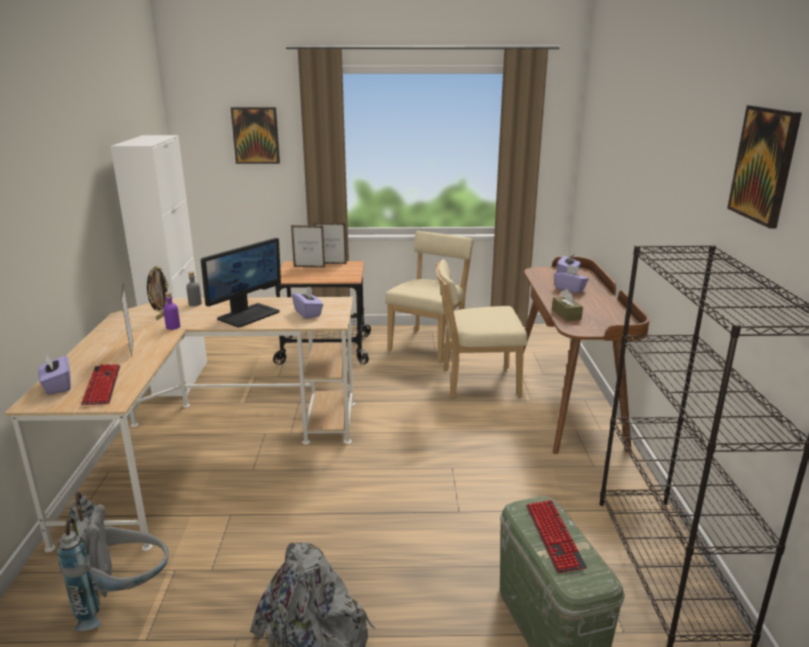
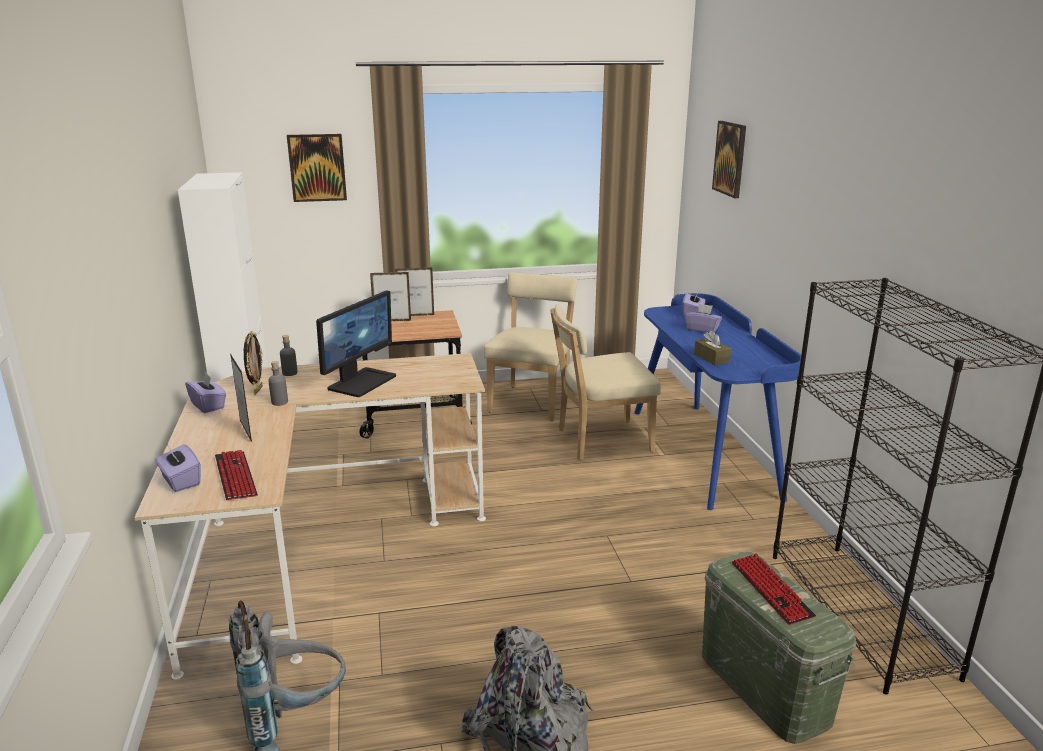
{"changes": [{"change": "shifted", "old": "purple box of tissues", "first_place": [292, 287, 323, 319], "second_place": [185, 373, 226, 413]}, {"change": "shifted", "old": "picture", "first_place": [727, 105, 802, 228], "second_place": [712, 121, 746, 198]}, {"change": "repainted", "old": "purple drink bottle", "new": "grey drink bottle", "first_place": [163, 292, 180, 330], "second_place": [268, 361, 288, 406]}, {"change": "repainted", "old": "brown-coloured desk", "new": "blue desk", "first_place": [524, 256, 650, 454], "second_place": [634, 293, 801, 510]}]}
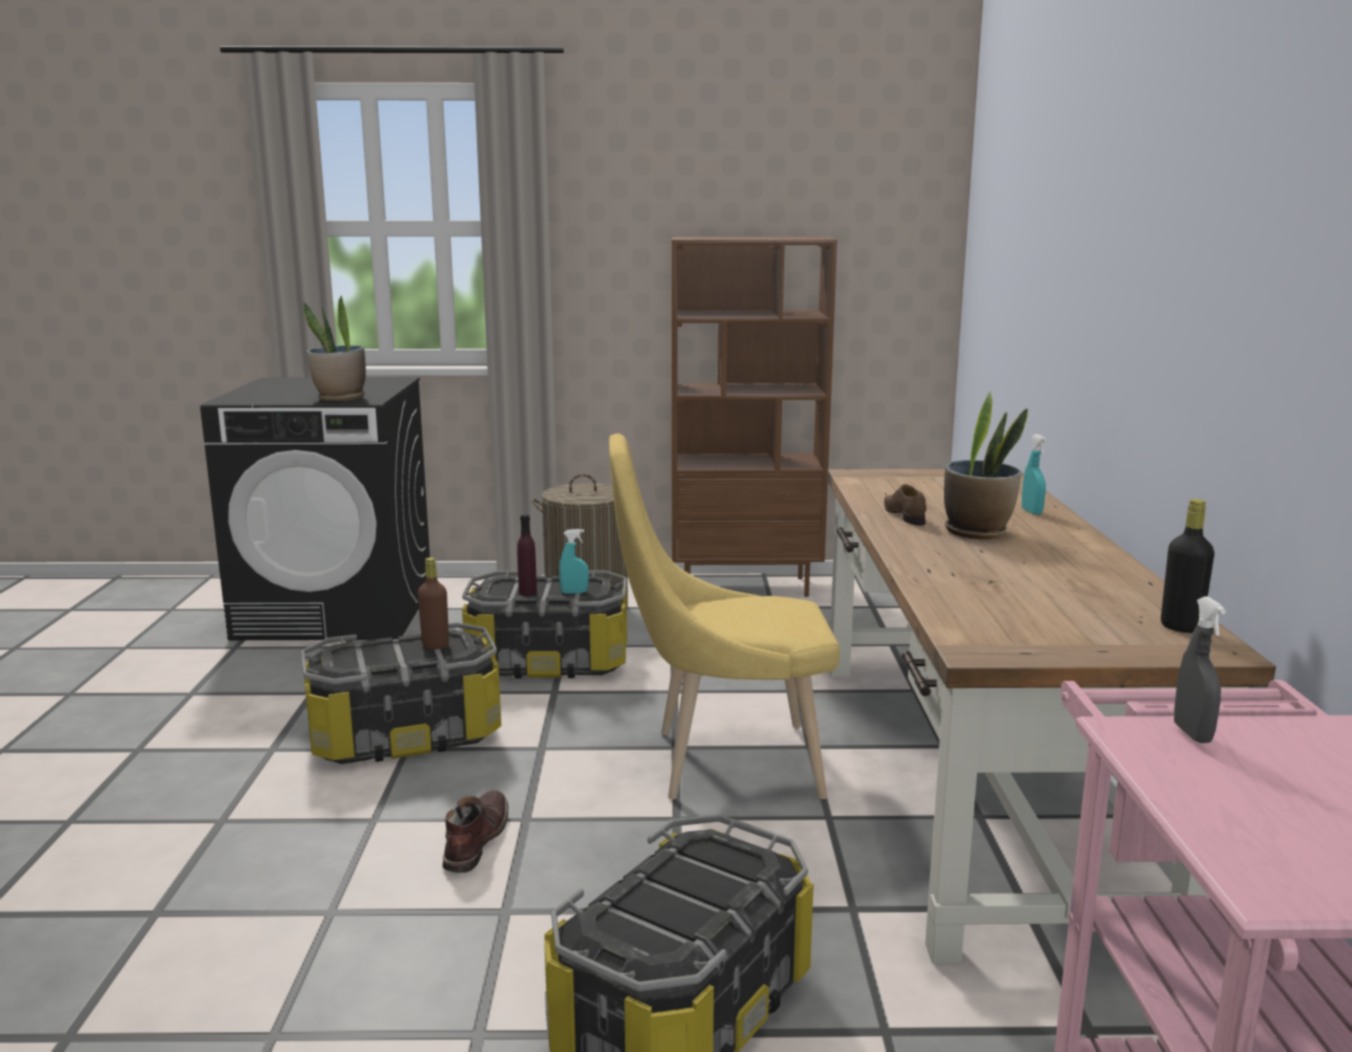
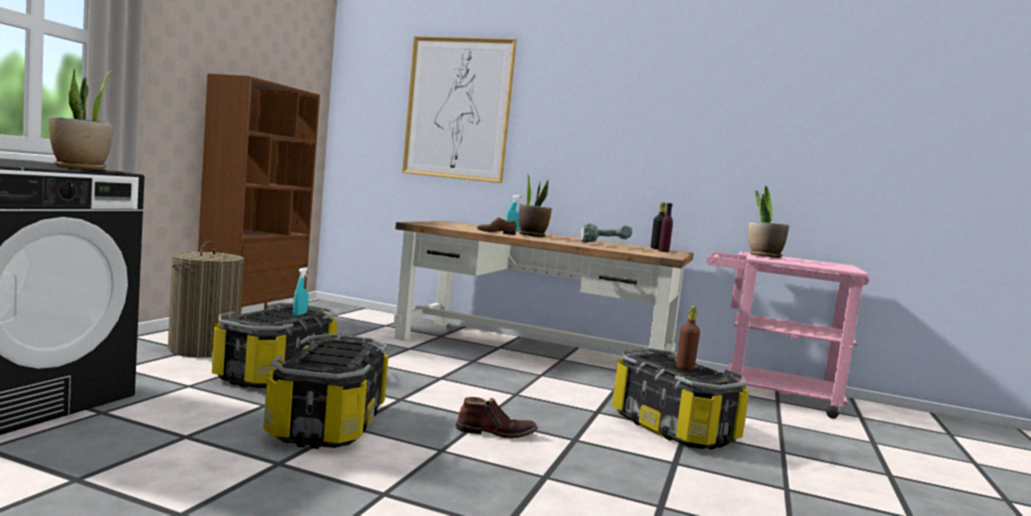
{"changes": [{"change": "gone", "old": "yellow-coloured plain chair", "first_place": [609, 433, 840, 800]}, {"change": "new", "new": "picture", "second_place": [402, 36, 517, 183]}, {"change": "new", "new": "drill", "second_place": [580, 223, 632, 243]}, {"change": "shifted", "old": "brown-coloured drink bottle", "first_place": [418, 557, 449, 649], "second_place": [676, 306, 700, 371]}, {"change": "shifted", "old": "purple drink bottle", "first_place": [517, 514, 537, 596], "second_place": [658, 203, 673, 252]}, {"change": "swapped", "old": "grey sprayer", "new": "houseplant", "first_place": [1174, 596, 1226, 743], "second_place": [748, 185, 789, 258]}, {"change": "rotated", "old": "brown-coloured tall boot", "first_place": [442, 790, 508, 873], "second_place": [456, 397, 538, 438], "degrees": 150}]}
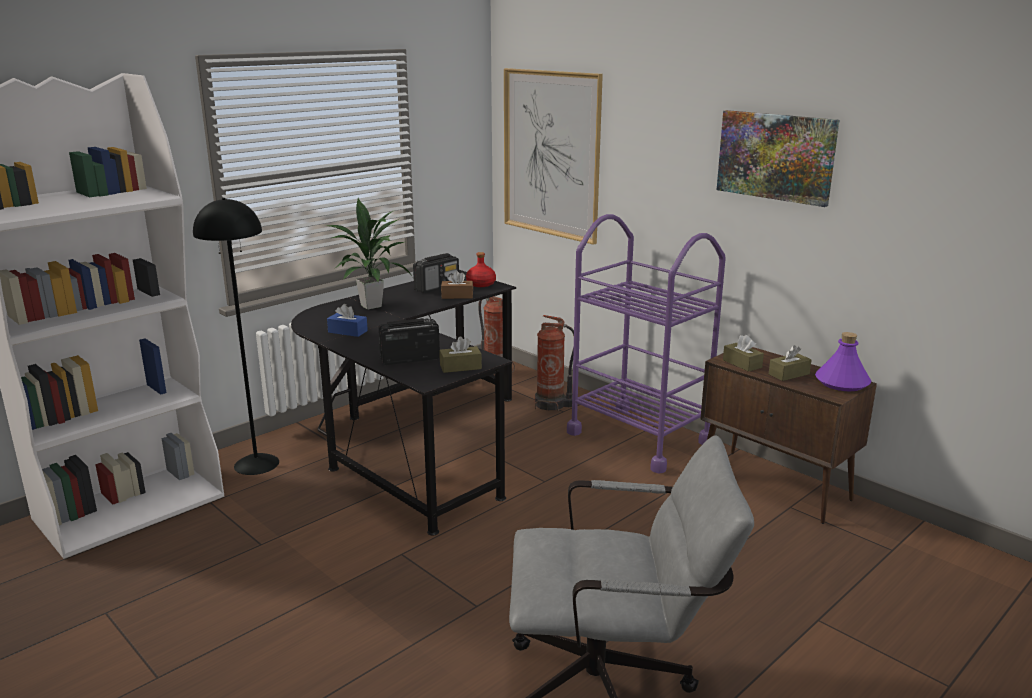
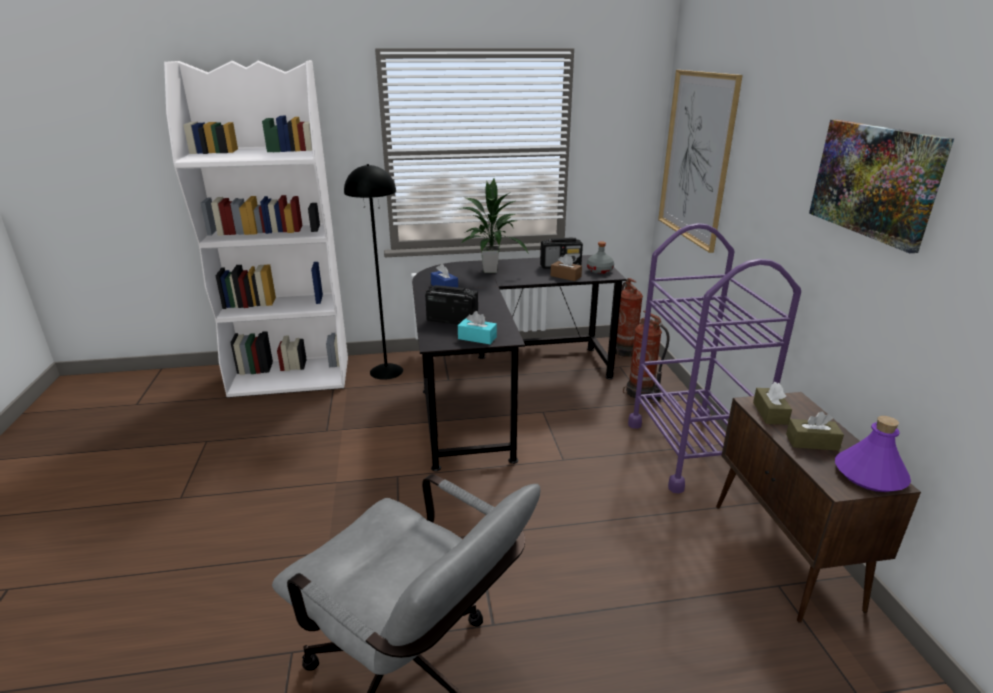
{"changes": [{"change": "repainted", "old": "brown-coloured box of tissues", "new": "blue-green box of tissues", "first_place": [439, 337, 482, 373], "second_place": [458, 311, 497, 344]}, {"change": "repainted", "old": "red-coloured drink bottle", "new": "grey drink bottle", "first_place": [466, 252, 496, 287], "second_place": [587, 241, 614, 274]}]}
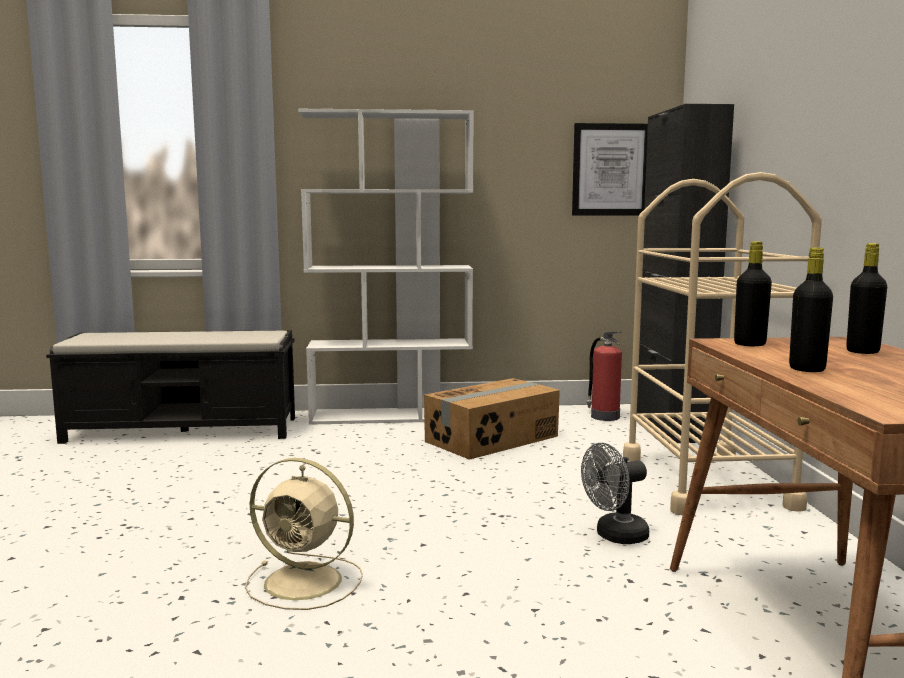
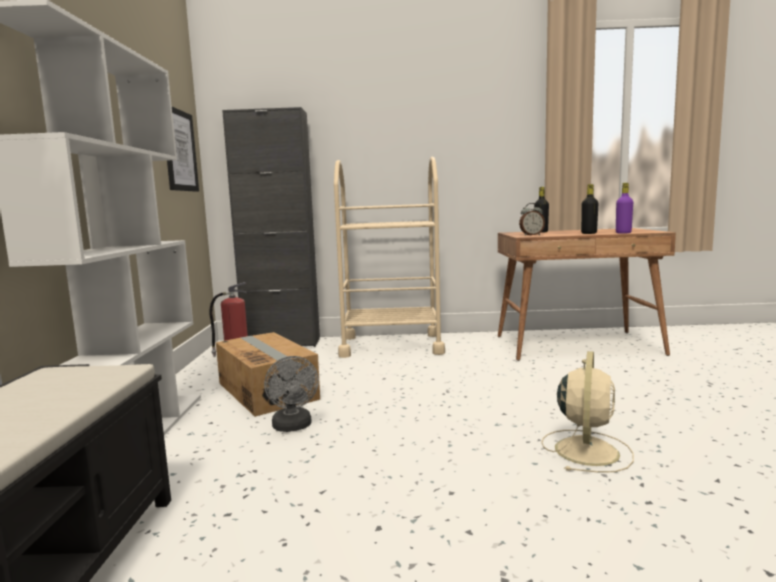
{"changes": [{"change": "new", "new": "purple drink bottle", "second_place": [616, 183, 633, 234]}, {"change": "shifted", "old": "grey electric fan", "first_place": [581, 443, 649, 544], "second_place": [264, 356, 319, 432]}, {"change": "swapped", "old": "black-coloured drink bottle", "new": "table clock", "first_place": [734, 241, 772, 346], "second_place": [519, 203, 545, 236]}]}
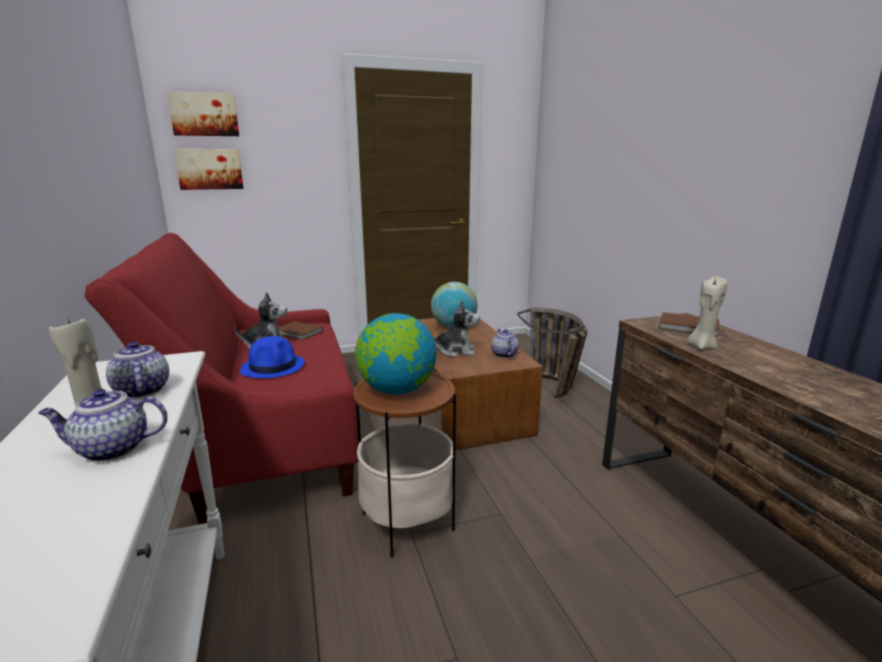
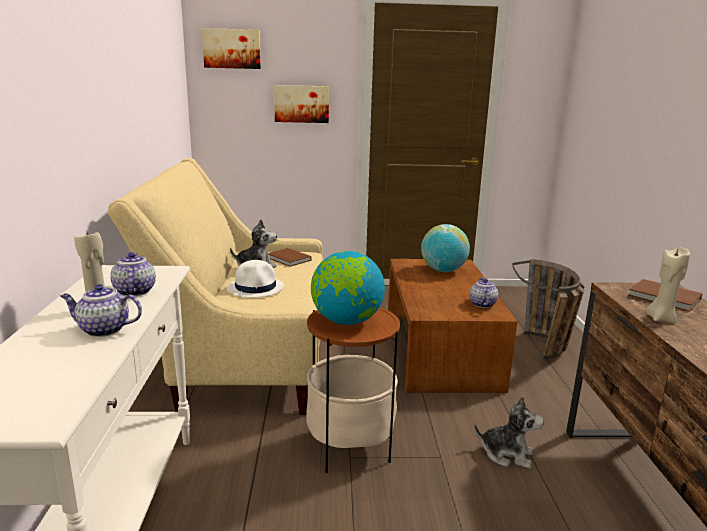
{"changes": [{"change": "shifted", "old": "picture", "first_place": [174, 149, 244, 190], "second_place": [274, 85, 329, 123]}, {"change": "shifted", "old": "soft toy", "first_place": [433, 300, 480, 357], "second_place": [474, 396, 544, 469]}, {"change": "repainted", "old": "red-coloured couch", "new": "sand-coloured couch", "first_place": [84, 233, 359, 524], "second_place": [107, 158, 323, 415]}, {"change": "repainted", "old": "blue wearable hat", "new": "white wearable hat", "first_place": [240, 336, 305, 378], "second_place": [227, 260, 284, 297]}]}
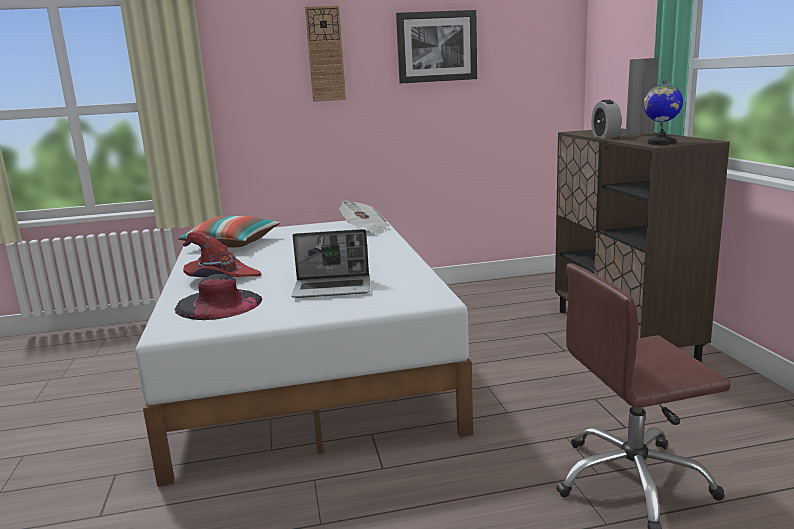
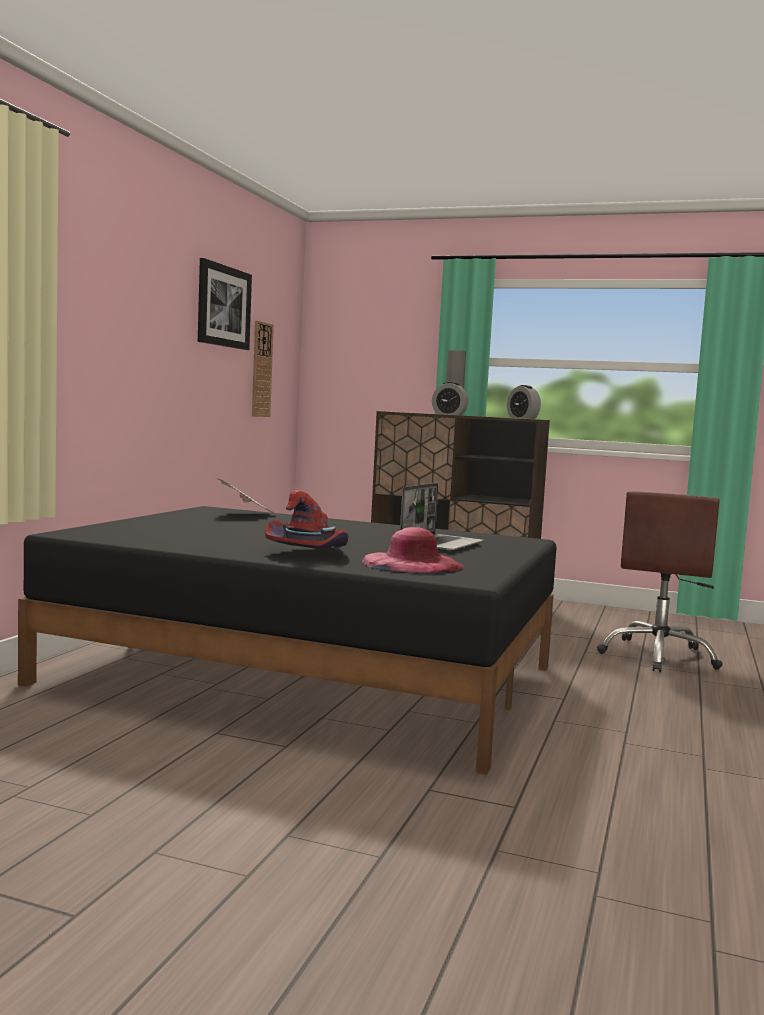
{"changes": [{"change": "gone", "old": "cushion", "first_place": [178, 216, 280, 247]}, {"change": "shifted", "old": "clock on the wall", "first_place": [305, 6, 346, 102], "second_place": [252, 321, 274, 417]}, {"change": "swapped", "old": "desk globe", "new": "table clock", "first_place": [643, 79, 683, 145], "second_place": [507, 385, 541, 419]}, {"change": "repainted", "old": "white sleeping bed", "new": "black-coloured sleeping bed", "first_place": [136, 218, 473, 487], "second_place": [18, 506, 557, 775]}, {"change": "repainted", "old": "black-coloured wearable hat", "new": "pinkish wearable hat", "first_place": [175, 274, 262, 320], "second_place": [362, 527, 464, 574]}]}
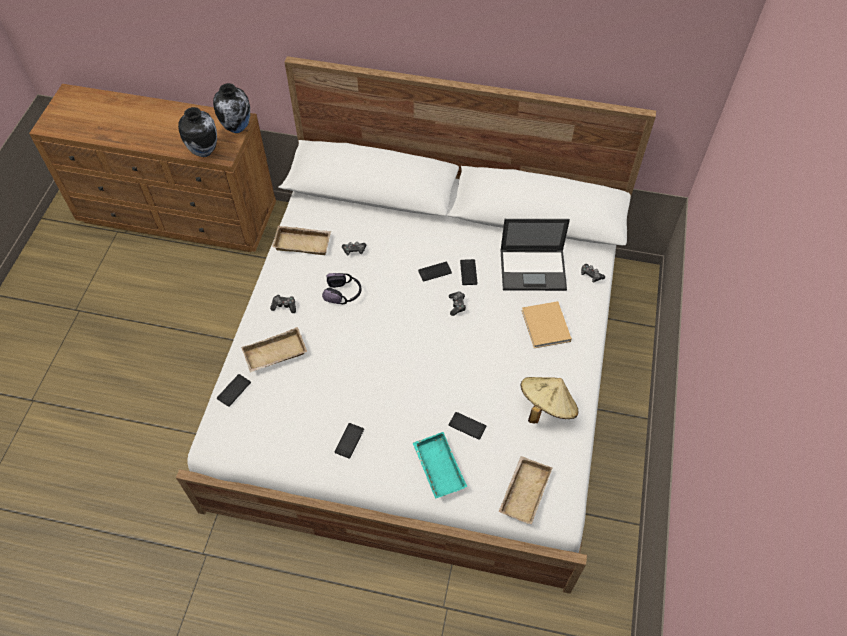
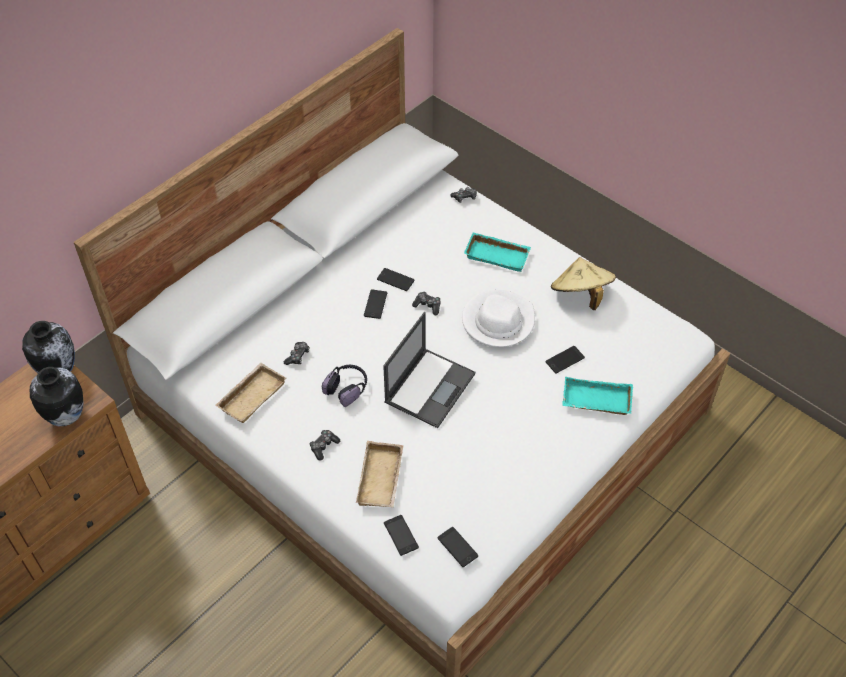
{"changes": [{"change": "gone", "old": "sand-coloured carrying tray", "first_place": [499, 456, 552, 524]}, {"change": "new", "new": "white wearable hat", "second_place": [462, 290, 535, 347]}, {"change": "shifted", "old": "phone", "first_place": [334, 423, 364, 458], "second_place": [437, 527, 478, 567]}, {"change": "shifted", "old": "notebook computer", "first_place": [501, 219, 570, 291], "second_place": [383, 312, 475, 428]}, {"change": "swapped", "old": "sand-coloured book", "new": "blue-green carrying tray", "first_place": [522, 301, 572, 348], "second_place": [464, 232, 531, 272]}]}
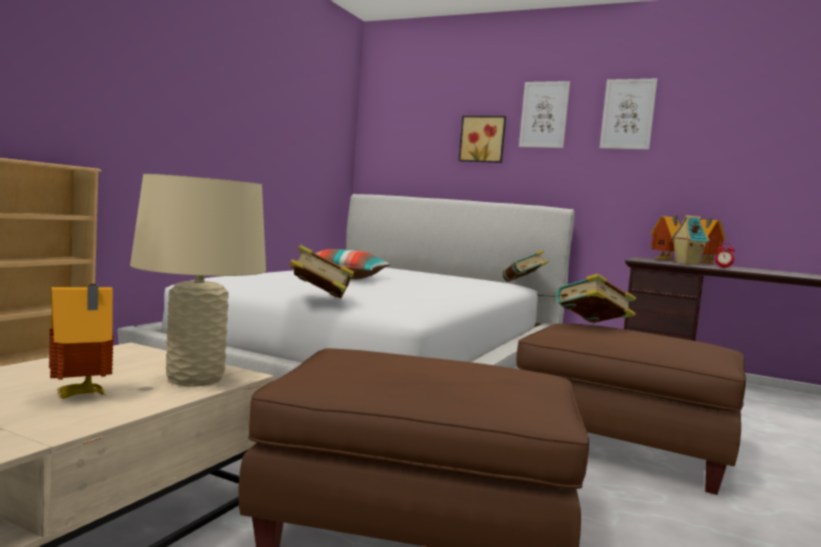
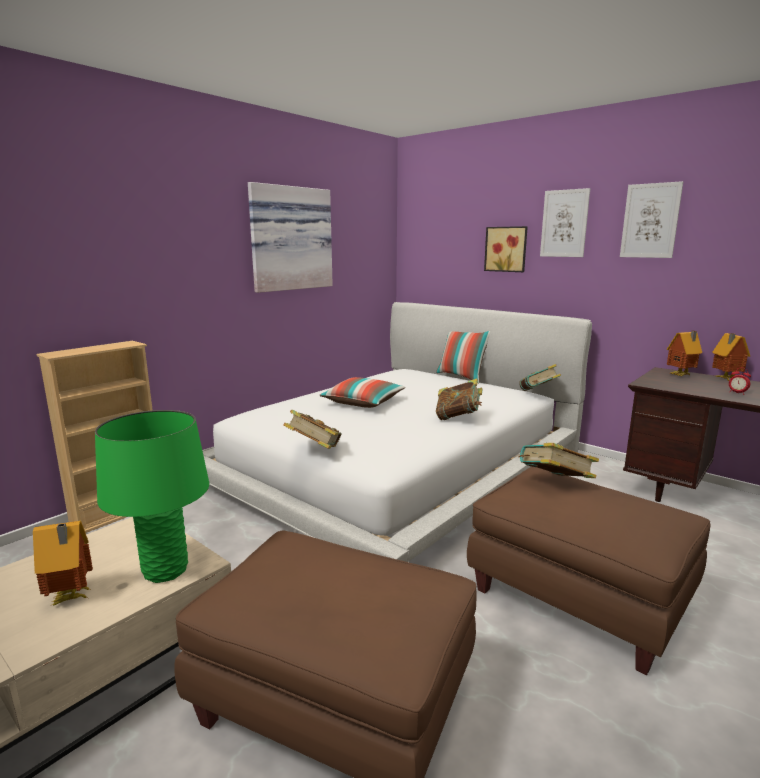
{"changes": [{"change": "gone", "old": "model house", "first_place": [671, 215, 710, 265]}, {"change": "new", "new": "picture", "second_place": [248, 182, 333, 293]}, {"change": "new", "new": "cushion", "second_place": [436, 331, 490, 383]}, {"change": "new", "new": "book", "second_place": [436, 378, 483, 420]}, {"change": "repainted", "old": "sand-coloured lamp for a table", "new": "green lamp for a table", "first_place": [130, 174, 266, 386], "second_place": [95, 410, 209, 583]}]}
